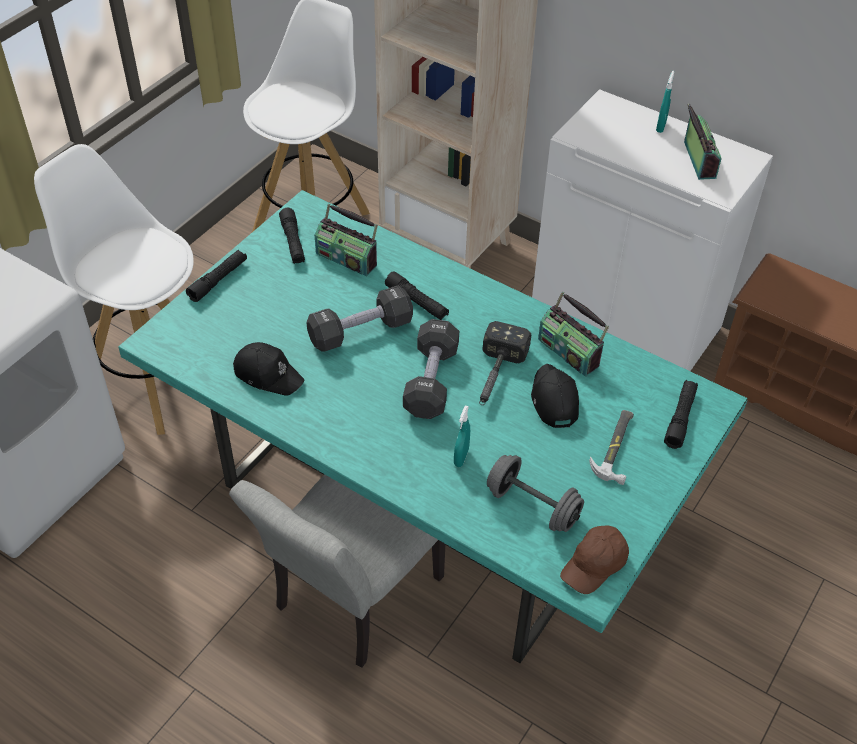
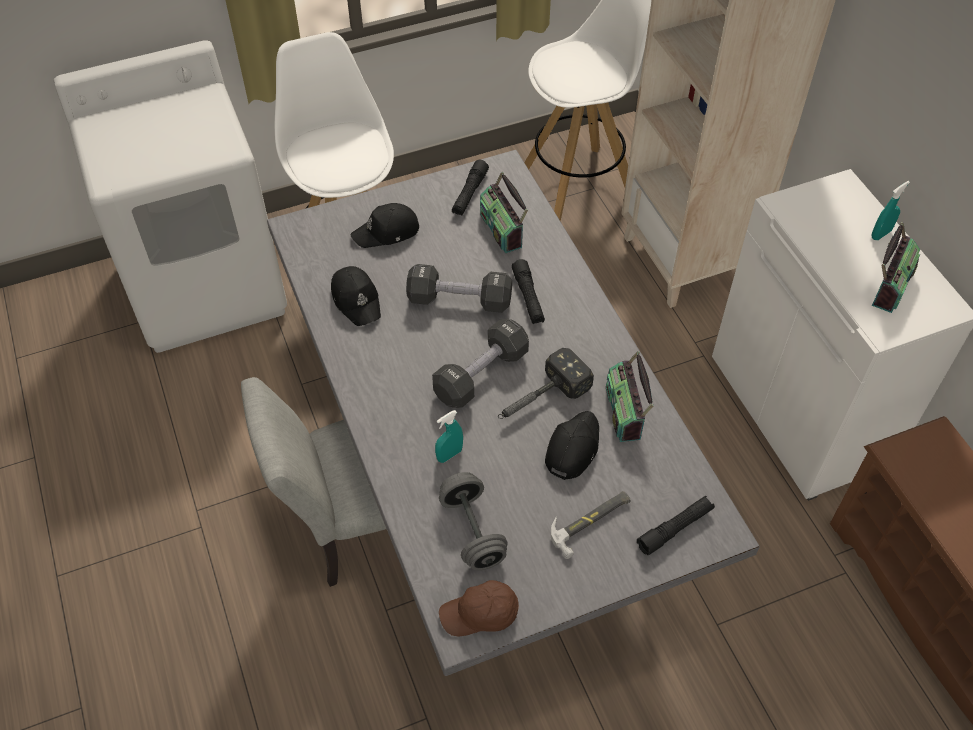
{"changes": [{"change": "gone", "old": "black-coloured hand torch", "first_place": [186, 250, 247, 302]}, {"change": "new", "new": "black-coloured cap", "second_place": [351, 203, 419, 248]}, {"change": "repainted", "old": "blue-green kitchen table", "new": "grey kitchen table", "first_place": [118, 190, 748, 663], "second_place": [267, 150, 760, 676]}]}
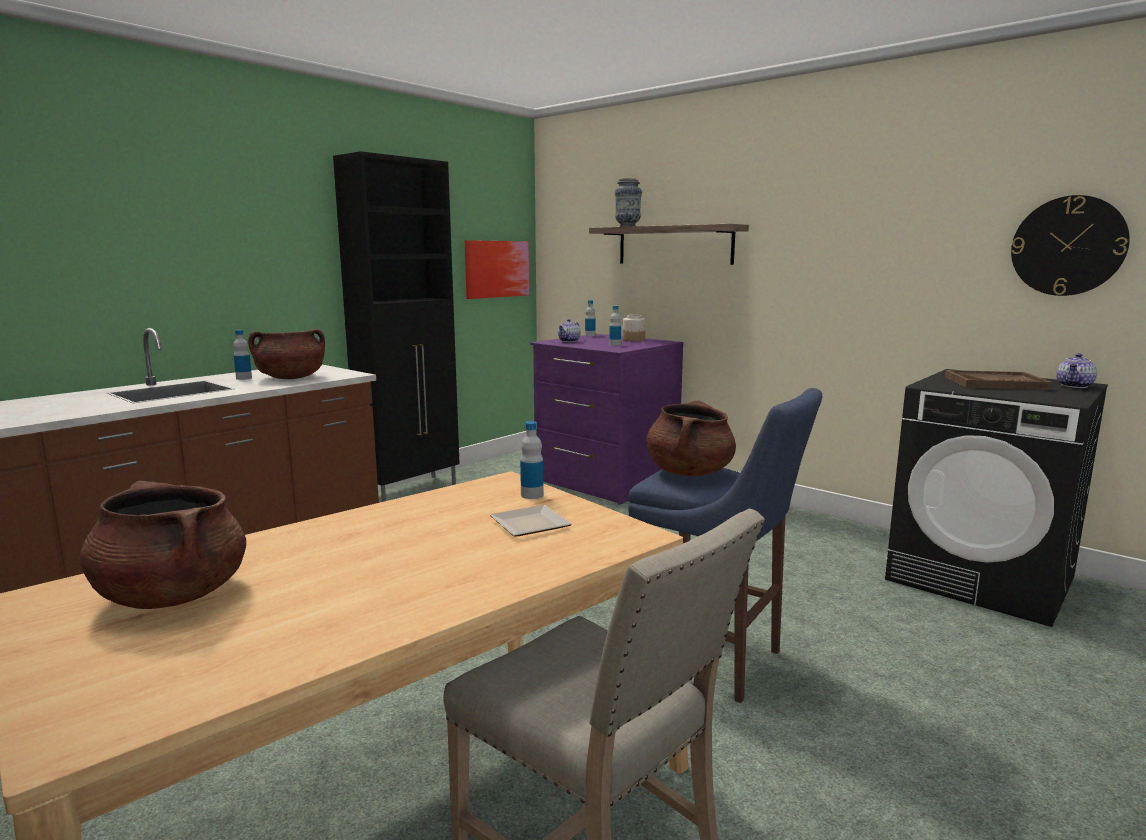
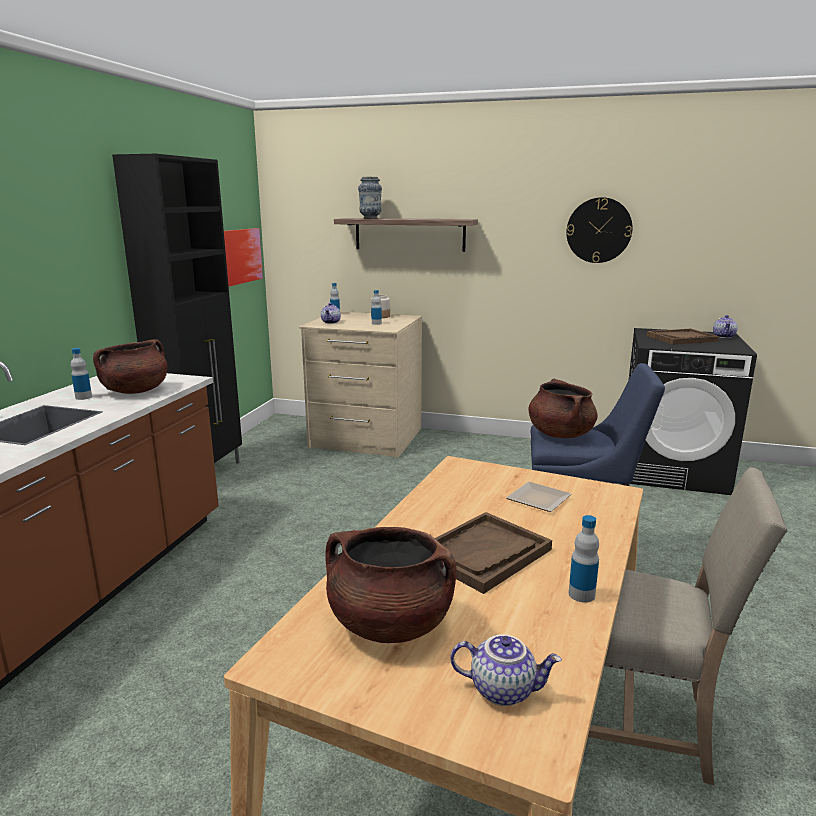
{"changes": [{"change": "new", "new": "brown-coloured carrying tray", "second_place": [435, 512, 552, 594]}, {"change": "new", "new": "pot for tea", "second_place": [450, 634, 562, 706]}, {"change": "shifted", "old": "drink bottle", "first_place": [520, 421, 544, 499], "second_place": [569, 515, 599, 603]}, {"change": "shifted", "old": "clock on the wall", "first_place": [1011, 195, 1130, 296], "second_place": [566, 197, 633, 263]}, {"change": "repainted", "old": "purple chest of drawers", "new": "sand-coloured chest of drawers", "first_place": [530, 334, 684, 505], "second_place": [299, 312, 422, 458]}]}
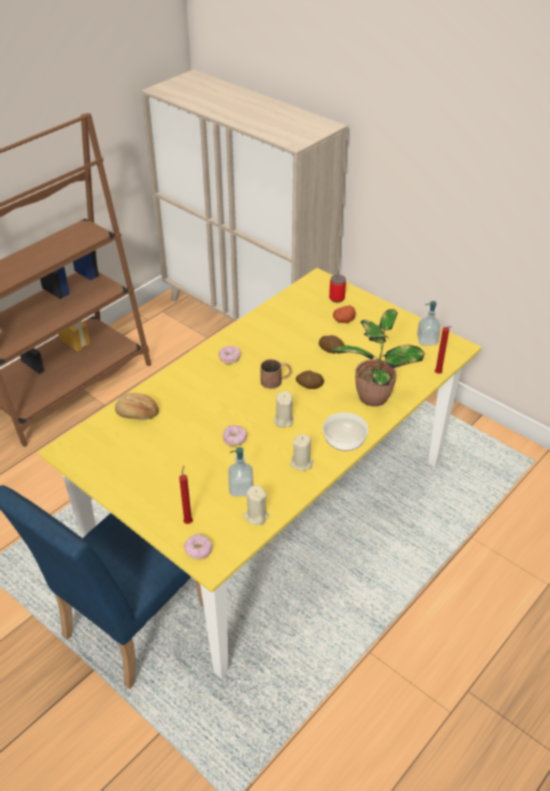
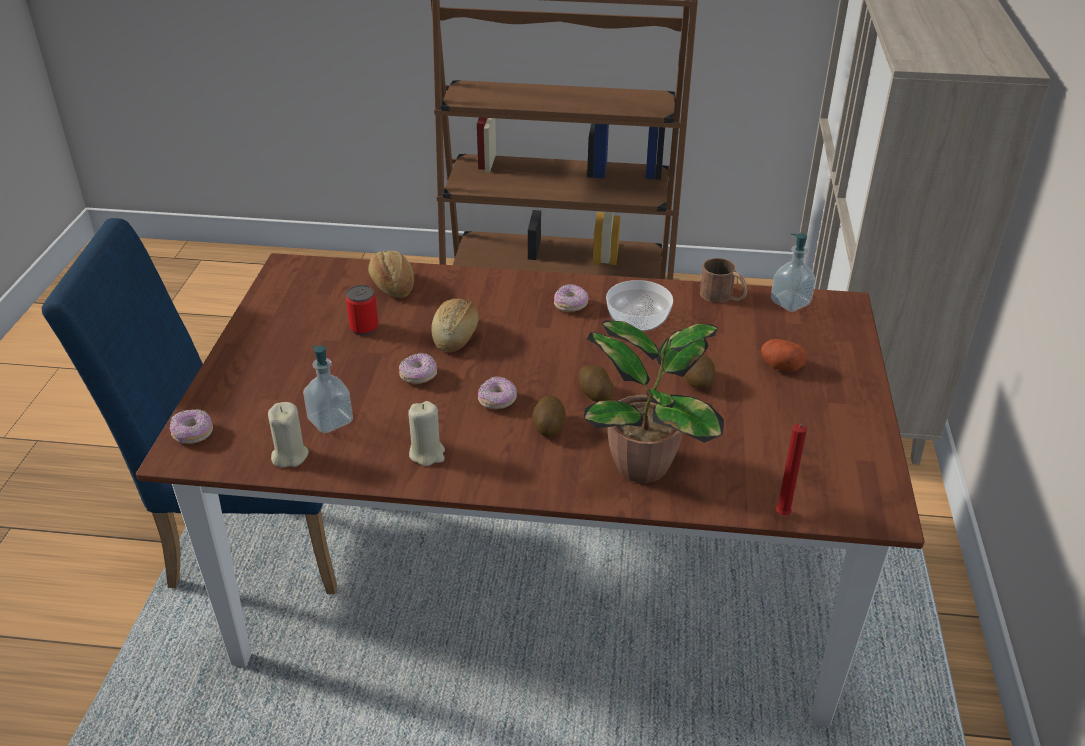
{"changes": [{"change": "gone", "old": "red-coloured wax light", "first_place": [179, 466, 193, 524]}, {"change": "new", "new": "bread", "second_place": [431, 299, 479, 352]}, {"change": "new", "new": "whole potato", "second_place": [532, 396, 566, 437]}, {"change": "shifted", "old": "brown-coloured mug", "first_place": [260, 359, 292, 389], "second_place": [700, 258, 747, 303]}, {"change": "shifted", "old": "serving bowl", "first_place": [323, 412, 368, 451], "second_place": [606, 280, 673, 331]}, {"change": "shifted", "old": "sealed can", "first_place": [329, 275, 346, 303], "second_place": [346, 285, 378, 336]}, {"change": "shifted", "old": "soap bottle", "first_place": [417, 301, 441, 346], "second_place": [771, 233, 816, 312]}, {"change": "swapped", "old": "sand-coloured wax light", "new": "ring doughnut", "first_place": [274, 391, 294, 428], "second_place": [478, 377, 517, 409]}, {"change": "repainted", "old": "yellow-coloured kitchen table", "new": "brown-coloured kitchen table", "first_place": [38, 268, 481, 678], "second_place": [136, 253, 925, 727]}]}
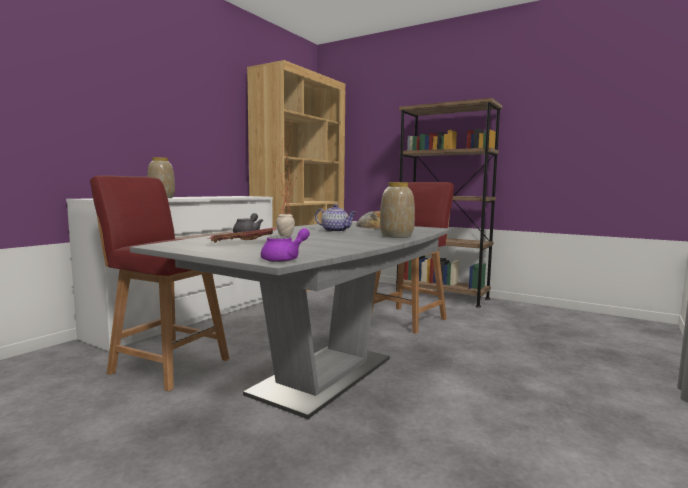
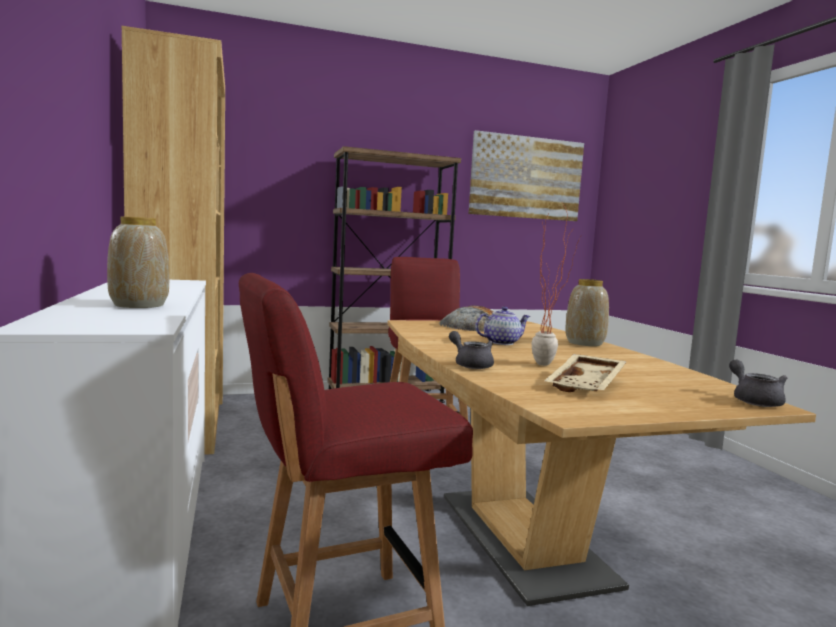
{"changes": [{"change": "new", "new": "picture", "second_place": [469, 130, 584, 221]}, {"change": "repainted", "old": "grey kitchen table", "new": "brown-coloured kitchen table", "first_place": [130, 222, 451, 419], "second_place": [387, 320, 816, 606]}, {"change": "repainted", "old": "red-coloured carrying tray", "new": "sand-coloured carrying tray", "first_place": [208, 227, 276, 243], "second_place": [545, 354, 627, 392]}, {"change": "repainted", "old": "purple pot for tea", "new": "grey pot for tea", "first_place": [261, 228, 310, 262], "second_place": [729, 360, 787, 407]}]}
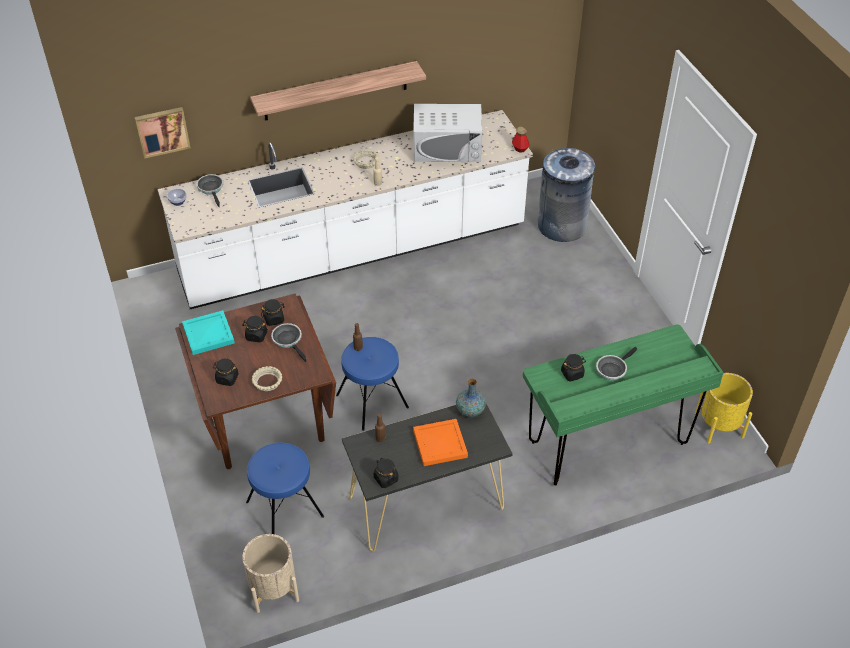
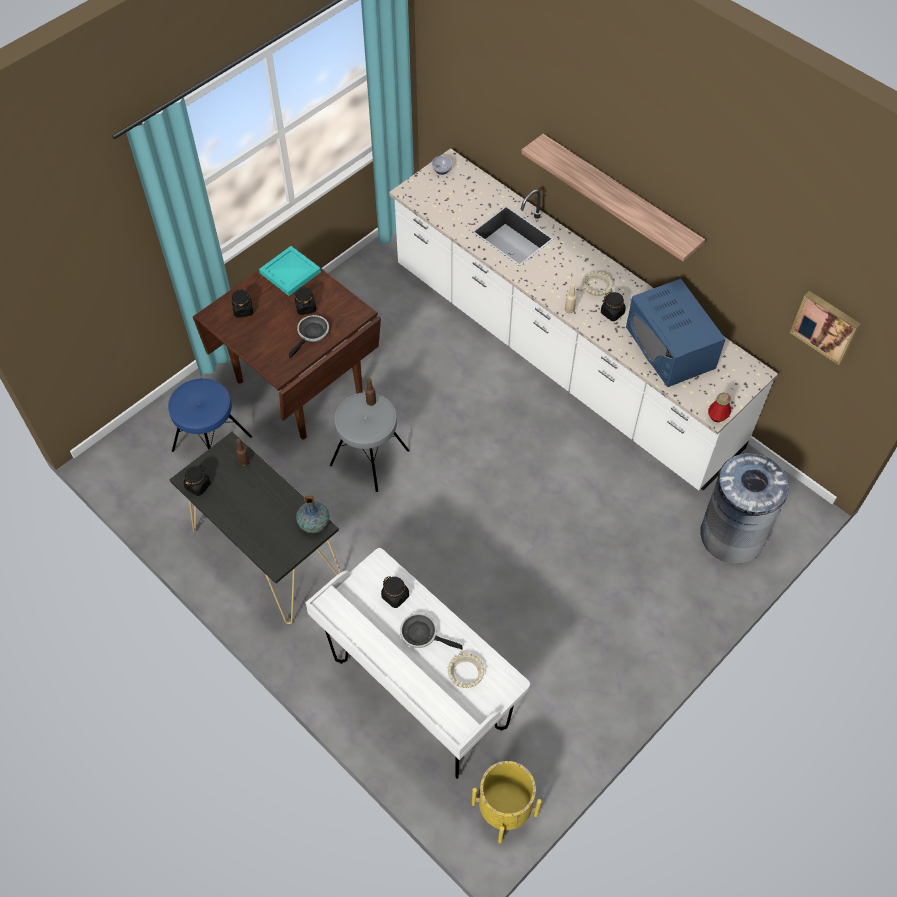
{"changes": [{"change": "gone", "old": "frying pan", "first_place": [197, 174, 224, 207]}, {"change": "gone", "old": "sand-coloured plant pot", "first_place": [242, 534, 299, 613]}, {"change": "gone", "old": "orange carrying tray", "first_place": [413, 419, 468, 466]}, {"change": "shifted", "old": "picture", "first_place": [135, 107, 190, 159], "second_place": [790, 291, 861, 365]}, {"change": "shifted", "old": "sand-coloured serving bowl", "first_place": [252, 366, 282, 391], "second_place": [448, 653, 485, 688]}, {"change": "shifted", "old": "black-coloured jar", "first_place": [261, 299, 285, 326], "second_place": [601, 292, 626, 321]}, {"change": "repainted", "old": "blue sitting stool", "new": "grey sitting stool", "first_place": [336, 337, 409, 431], "second_place": [330, 393, 410, 492]}, {"change": "repainted", "old": "white microwave", "new": "blue microwave", "first_place": [413, 104, 482, 162], "second_place": [626, 279, 726, 387]}, {"change": "repainted", "old": "green desk", "new": "white desk", "first_place": [523, 324, 724, 485], "second_place": [305, 548, 530, 779]}]}
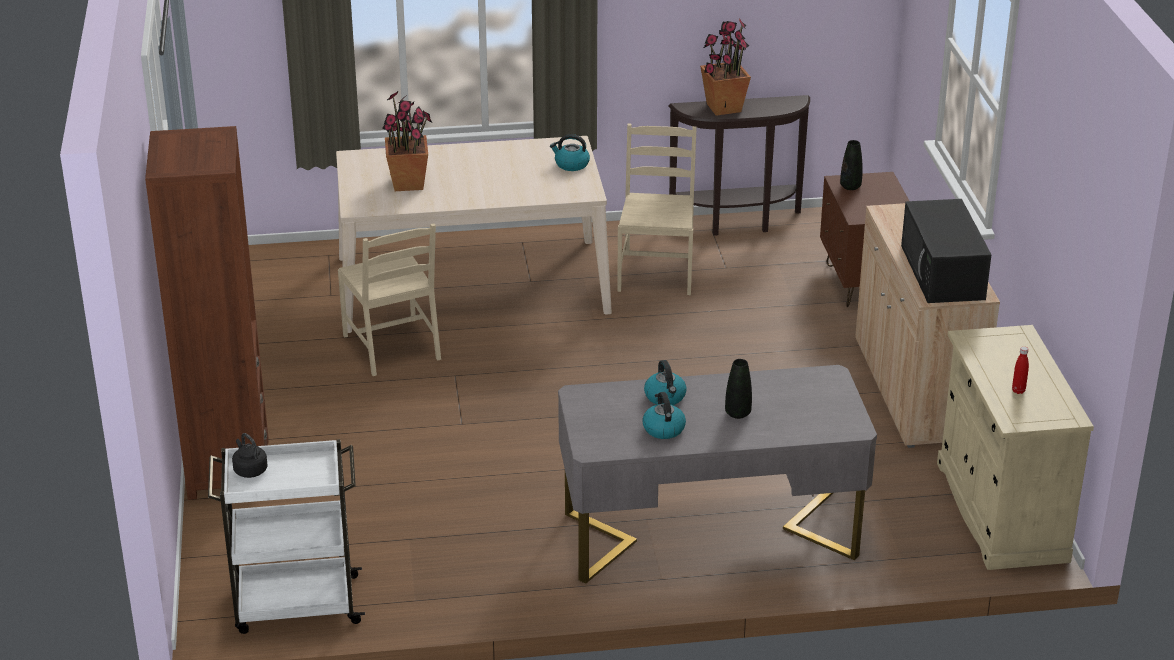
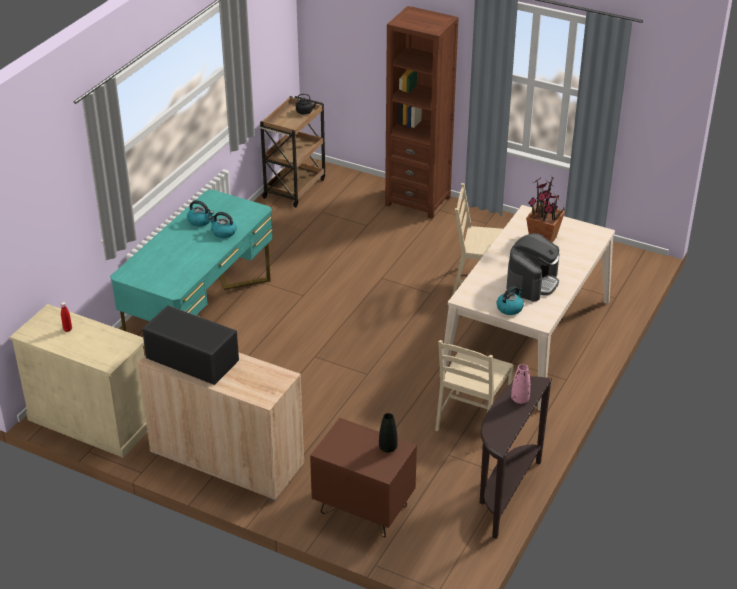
{"changes": [{"change": "gone", "old": "black-coloured vase", "first_place": [725, 359, 752, 419]}, {"change": "new", "new": "coffee maker", "second_place": [507, 233, 559, 301]}, {"change": "swapped", "old": "houseplant", "new": "pinkish vase", "first_place": [700, 18, 751, 116], "second_place": [511, 364, 530, 404]}, {"change": "repainted", "old": "white wheeled cart", "new": "brown-coloured wheeled cart", "first_place": [208, 439, 365, 634], "second_place": [260, 96, 325, 207]}, {"change": "repainted", "old": "grey desk", "new": "blue-green desk", "first_place": [558, 365, 877, 584], "second_place": [110, 190, 273, 348]}, {"change": "rotated", "old": "sand-coloured plain chair", "first_place": [617, 124, 697, 295], "second_place": [435, 340, 514, 431], "degrees": 75}]}
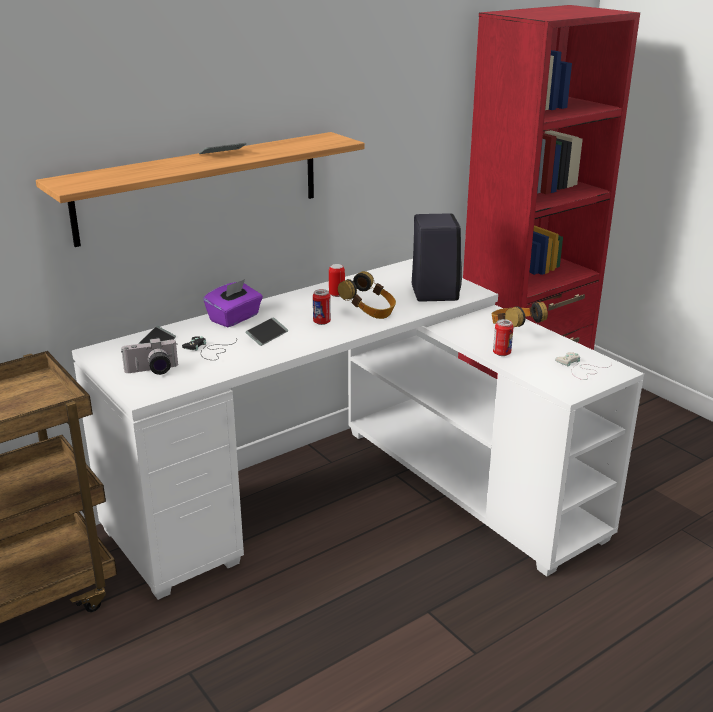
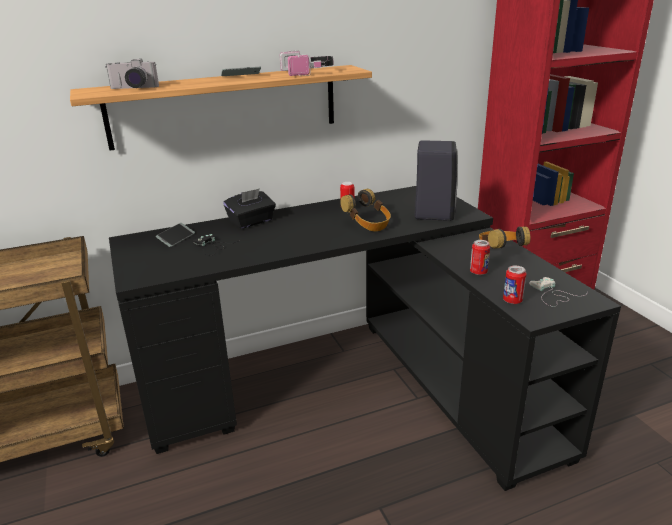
{"changes": [{"change": "gone", "old": "phone", "first_place": [245, 317, 288, 346]}, {"change": "new", "new": "headset", "second_place": [280, 50, 333, 76]}, {"change": "shifted", "old": "photo camera", "first_place": [121, 338, 178, 375], "second_place": [106, 59, 159, 89]}, {"change": "shifted", "old": "sealed can", "first_place": [313, 289, 331, 325], "second_place": [503, 266, 527, 304]}, {"change": "repainted", "old": "white desk", "new": "black-coloured desk", "first_place": [72, 259, 644, 600], "second_place": [109, 186, 621, 491]}, {"change": "repainted", "old": "purple box of tissues", "new": "black-coloured box of tissues", "first_place": [203, 279, 263, 328], "second_place": [223, 188, 276, 229]}]}
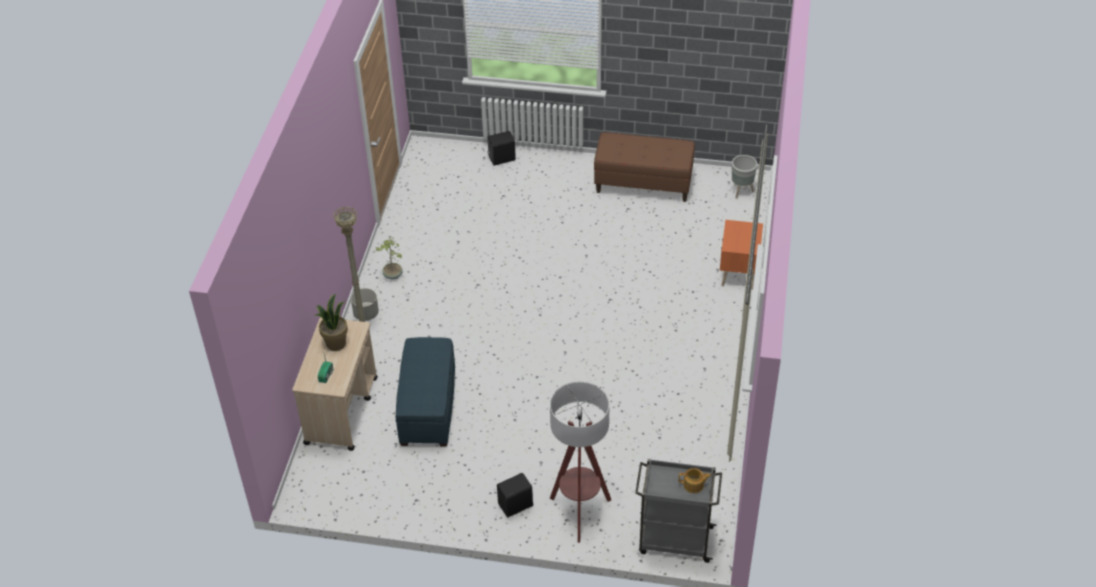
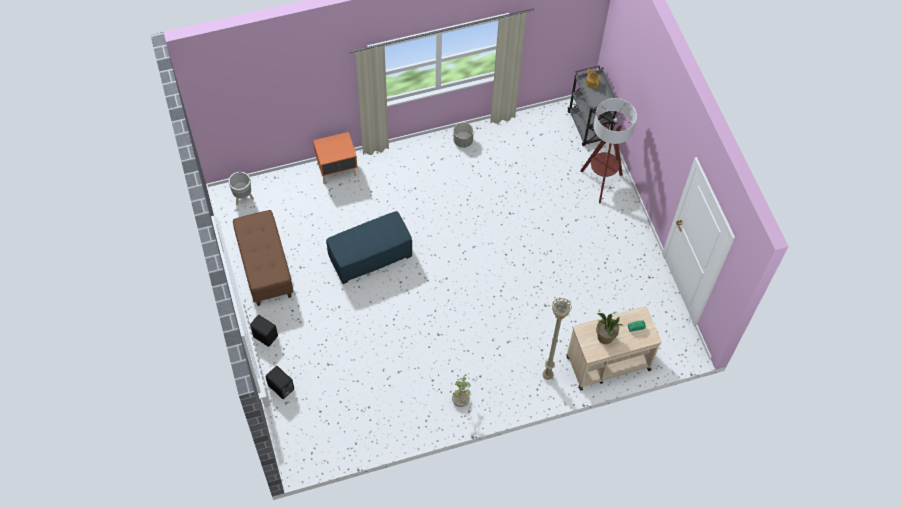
{"changes": [{"change": "shifted", "old": "grey plant pot", "first_place": [351, 288, 379, 321], "second_place": [453, 123, 474, 148]}, {"change": "shifted", "old": "blue footrest", "first_place": [396, 337, 455, 446], "second_place": [326, 211, 412, 284]}, {"change": "shifted", "old": "black-coloured speaker", "first_place": [497, 473, 533, 517], "second_place": [250, 315, 278, 347]}]}
